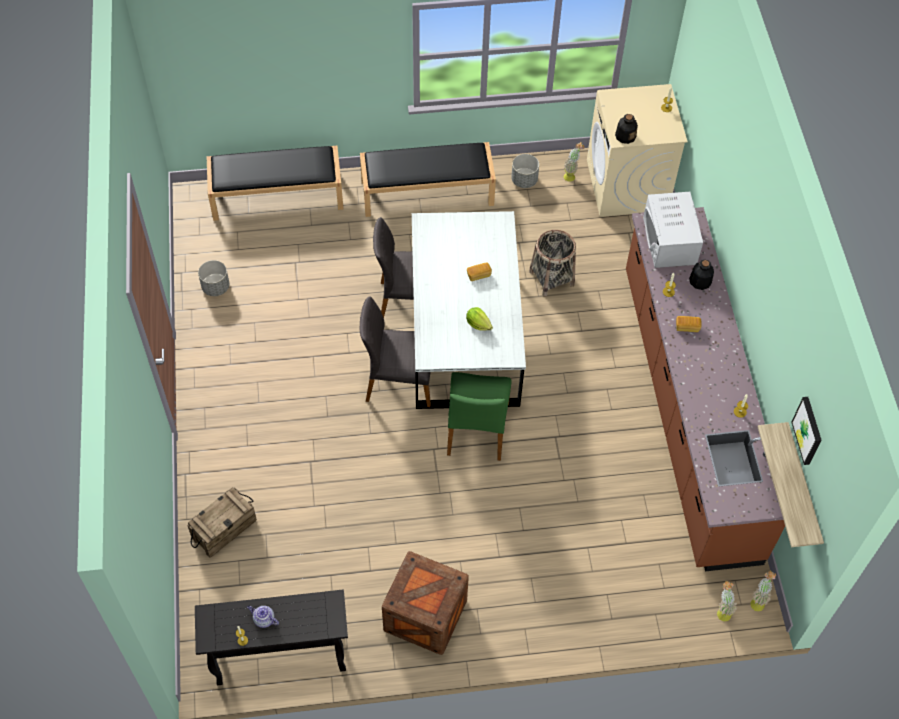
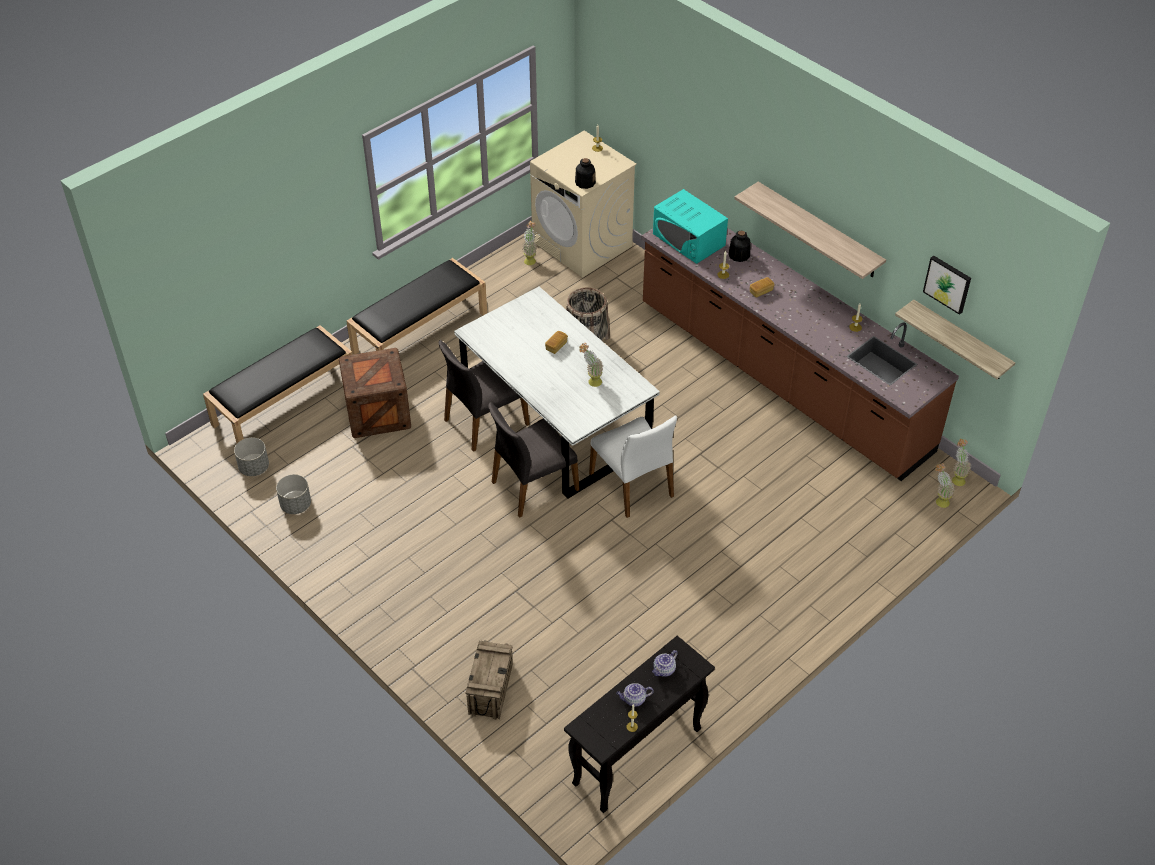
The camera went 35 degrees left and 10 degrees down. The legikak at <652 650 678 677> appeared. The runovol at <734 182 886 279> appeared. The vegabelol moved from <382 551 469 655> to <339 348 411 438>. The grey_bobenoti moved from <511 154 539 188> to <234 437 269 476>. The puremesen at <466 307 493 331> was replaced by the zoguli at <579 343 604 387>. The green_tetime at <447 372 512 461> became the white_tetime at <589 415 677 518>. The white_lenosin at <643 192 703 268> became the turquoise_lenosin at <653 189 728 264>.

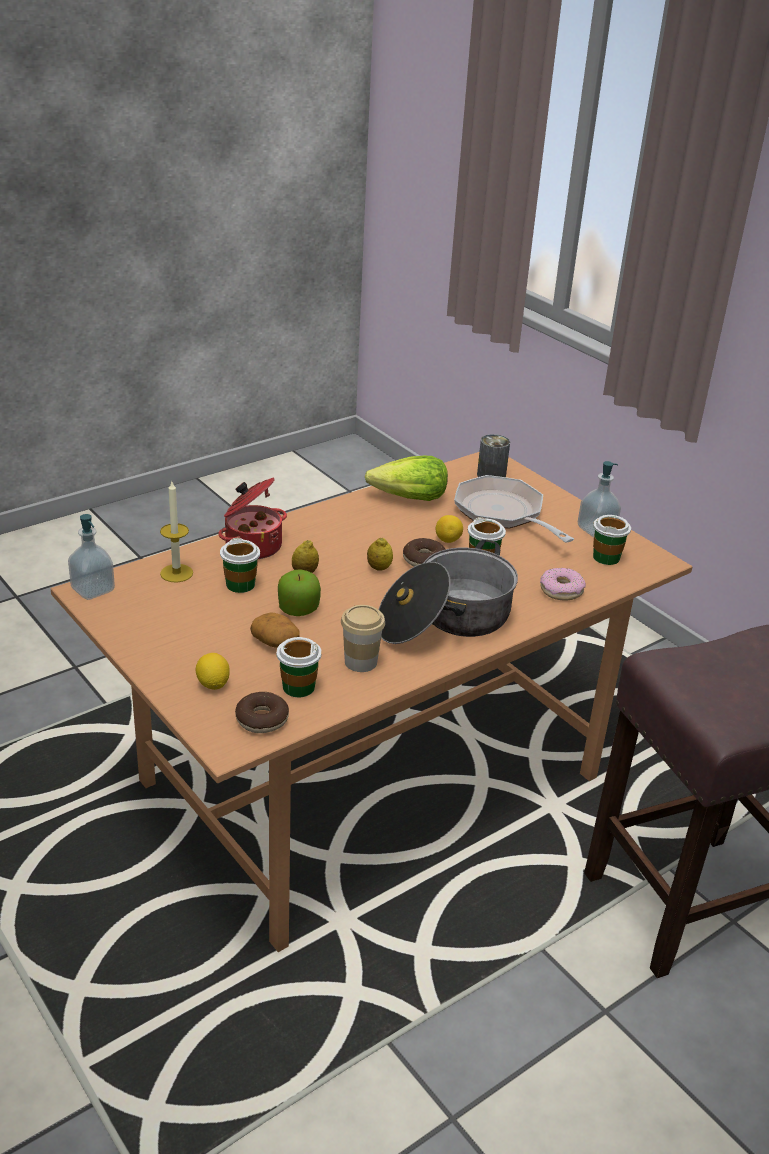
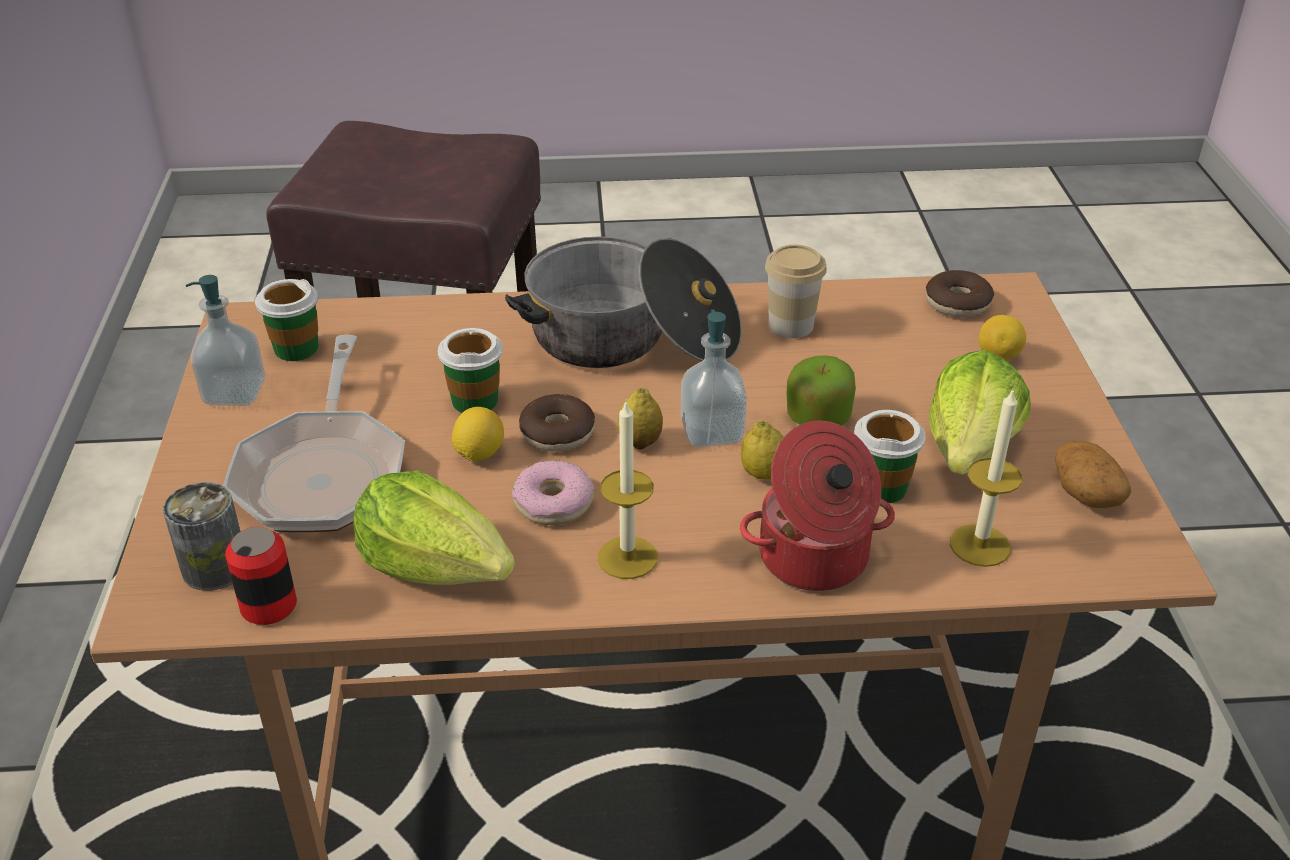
The camera went 145 degrees left and 5 degrees up. The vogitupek at <276 637 322 697> disappeared. The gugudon at <225 527 297 625> appeared. The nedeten at <598 402 658 579> appeared. The puremesen at <929 350 1031 475> appeared. The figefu moved from <68 514 115 600> to <681 309 747 447>. The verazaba moved from <250 613 300 648> to <1055 441 1131 508>. The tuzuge moved from <540 568 586 601> to <512 460 594 525>.

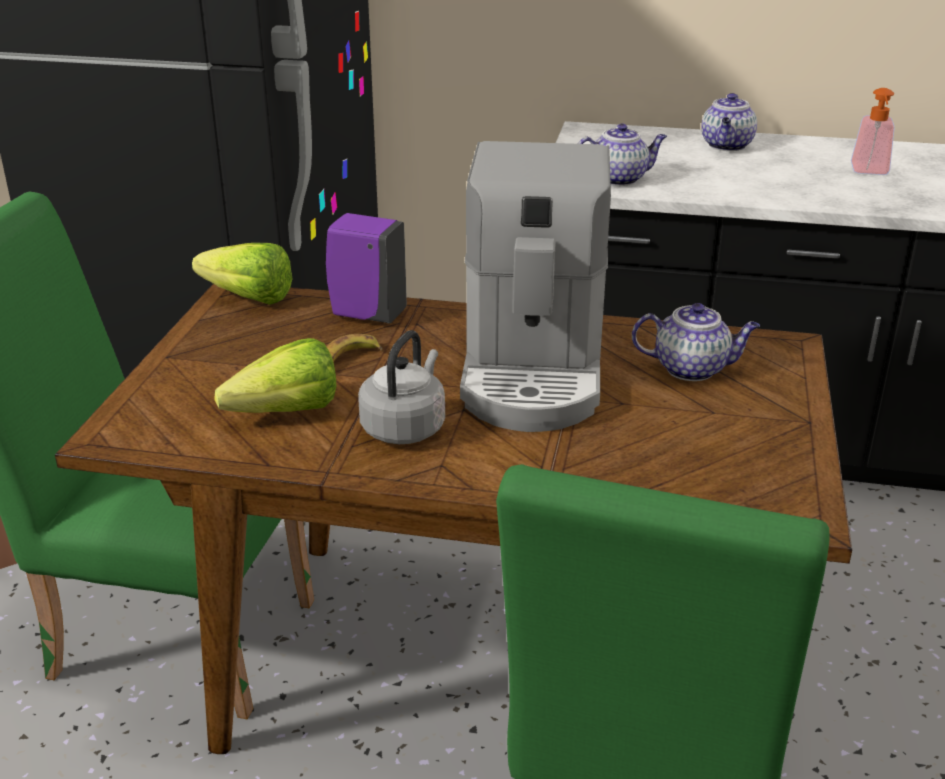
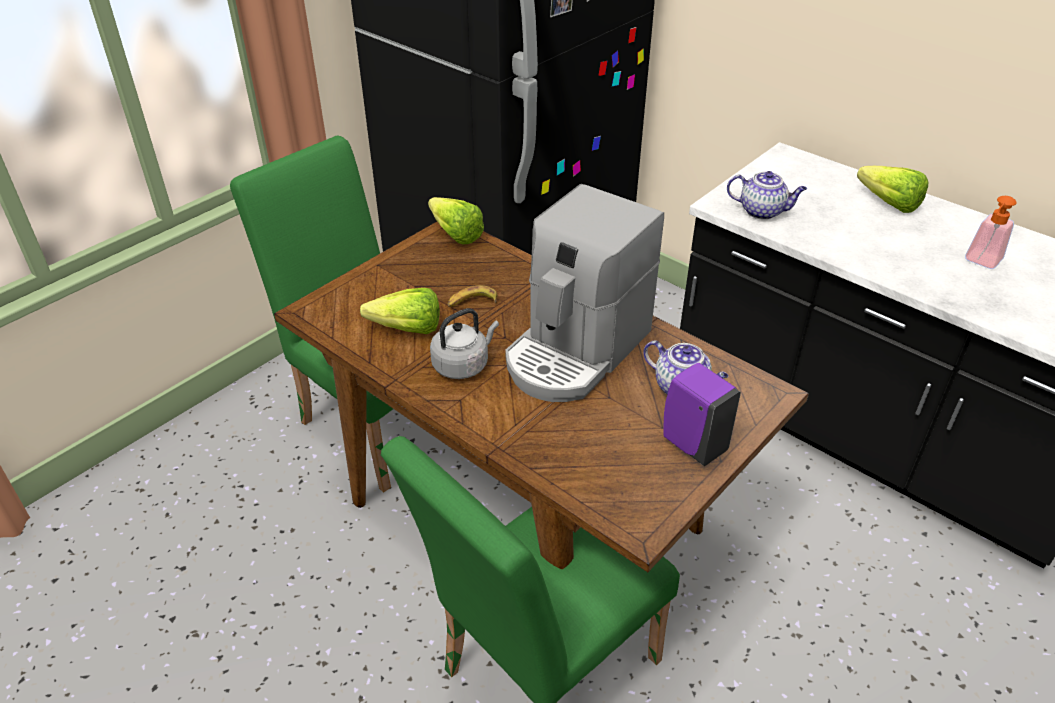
The camera went 30 degrees right and 10 degrees up. The purple_figefu moved from <326 213 407 324> to <664 363 741 466>. The legikak at <701 93 757 151> was replaced by the puremesen at <857 166 928 213>.

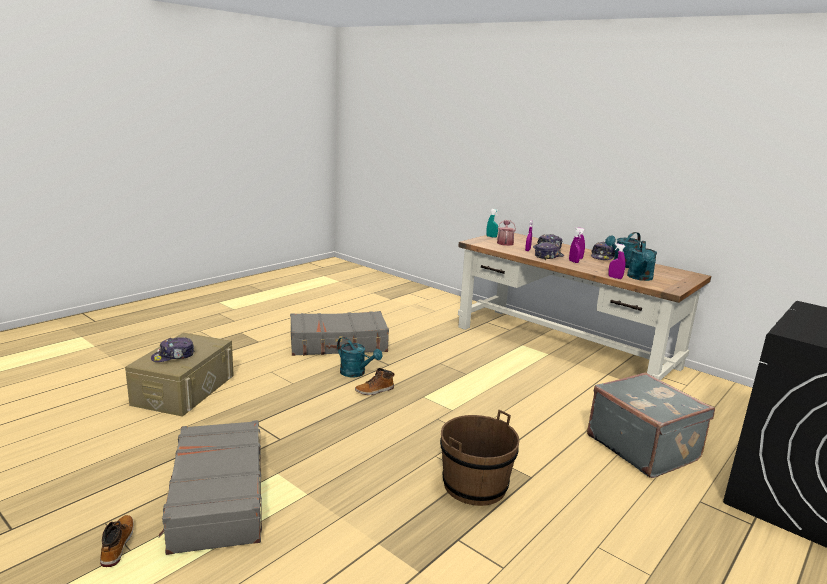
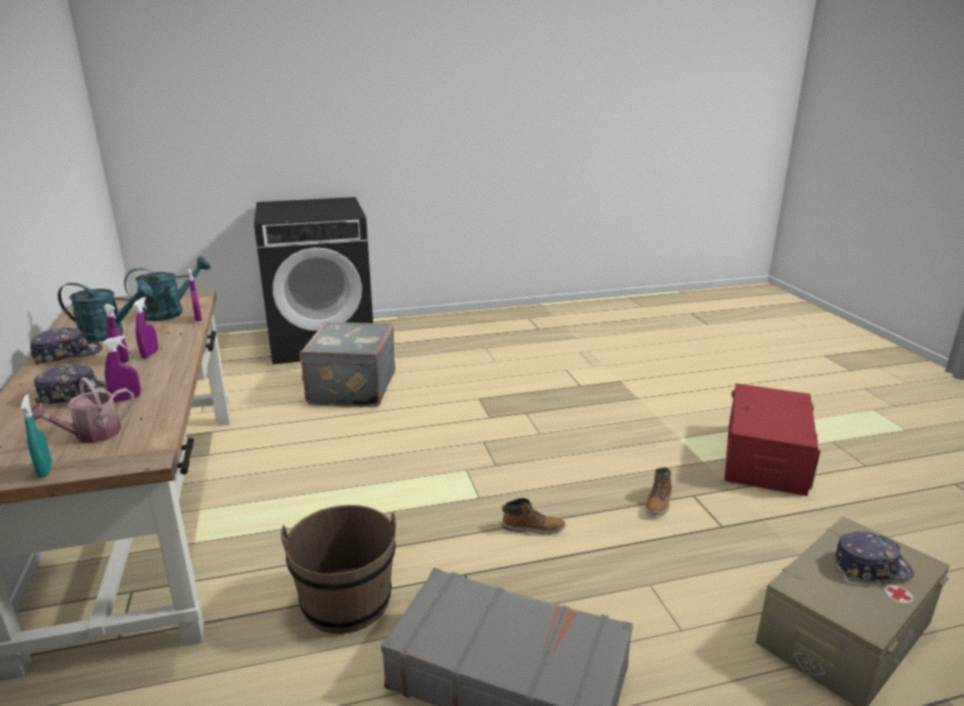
The camera went 145 degrees left and 5 degrees up. The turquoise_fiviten at <337 337 382 377> disappeared. The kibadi at <535 242 564 260> disappeared. The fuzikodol moved from <100 515 134 567> to <645 467 672 515>. The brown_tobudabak moved from <440 410 519 506> to <281 505 396 634>. The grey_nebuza at <159 420 262 555> was replaced by the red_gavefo at <724 383 820 496>.

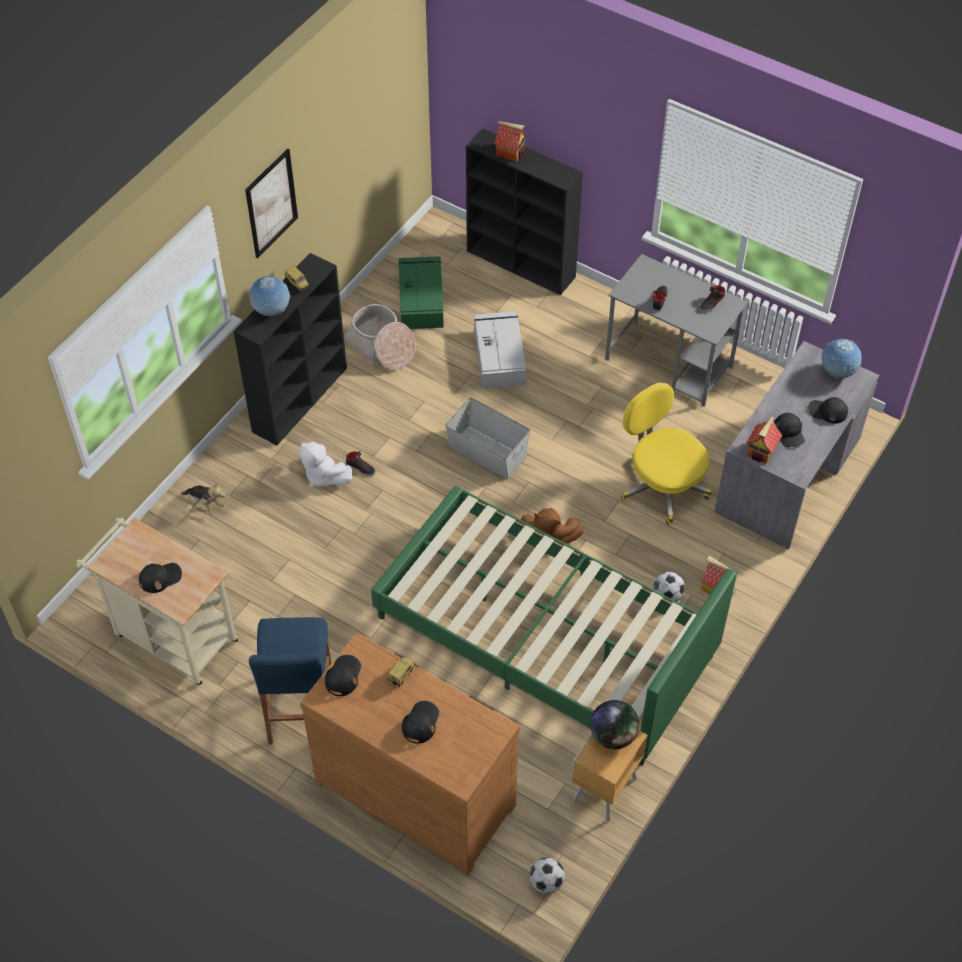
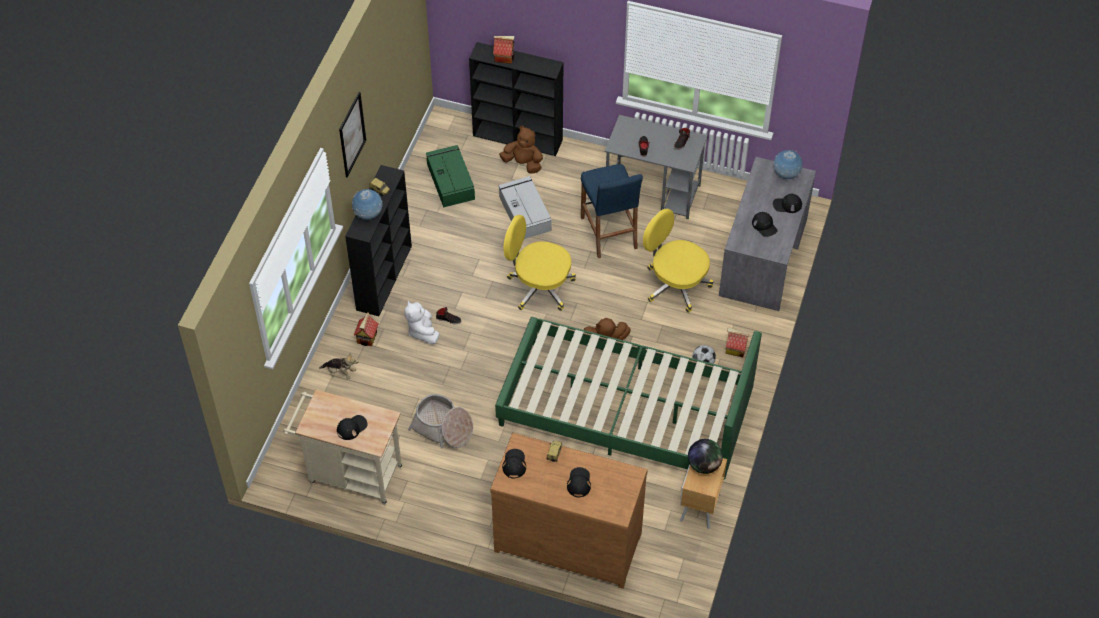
The camera went 15 degrees left and 0 degrees up. The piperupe at <529 857 565 894> disappeared. The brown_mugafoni at <499 126 543 174> appeared. The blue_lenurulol moved from <249 617 332 745> to <581 164 643 258>. The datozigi moved from <344 304 416 370> to <408 394 473 448>. The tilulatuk moved from <746 416 782 464> to <354 312 379 346>. The grey_gavefo at <446 398 530 479> was replaced by the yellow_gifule at <504 215 576 311>. The white_mugafoni at <299 441 352 487> turned 45 degrees clockwise.

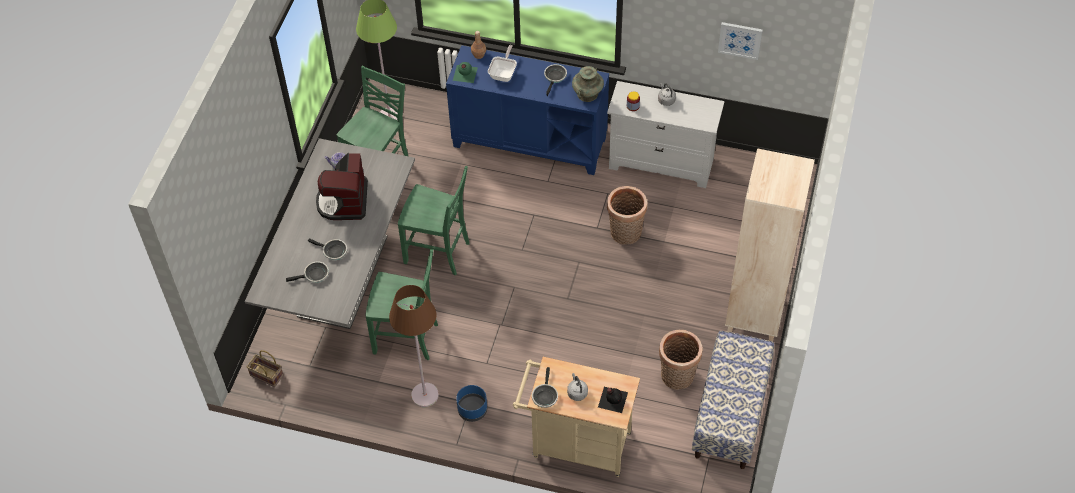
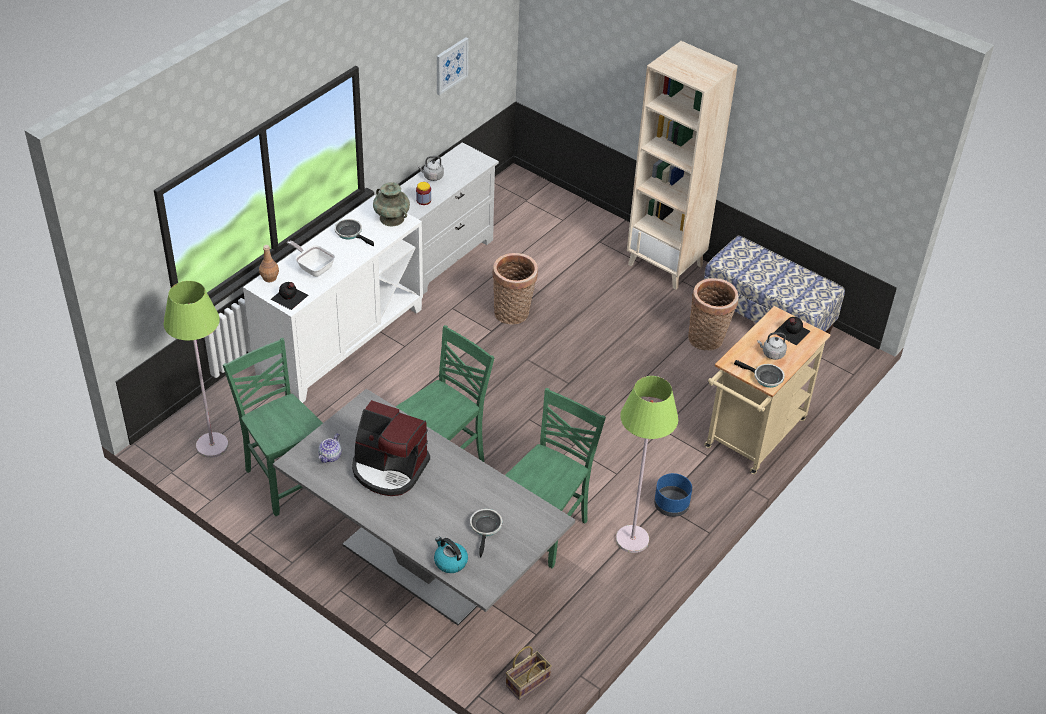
The camera went 70 degrees left and 10 degrees down. The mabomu at <308 239 347 260> disappeared. The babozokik at <434 537 468 573> appeared. The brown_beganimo at <389 285 439 407> became the green_beganimo at <616 376 678 553>. The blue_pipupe at <446 45 609 175> became the white_pipupe at <243 195 423 403>. The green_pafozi at <453 62 478 83> became the black_pafozi at <270 282 308 310>.

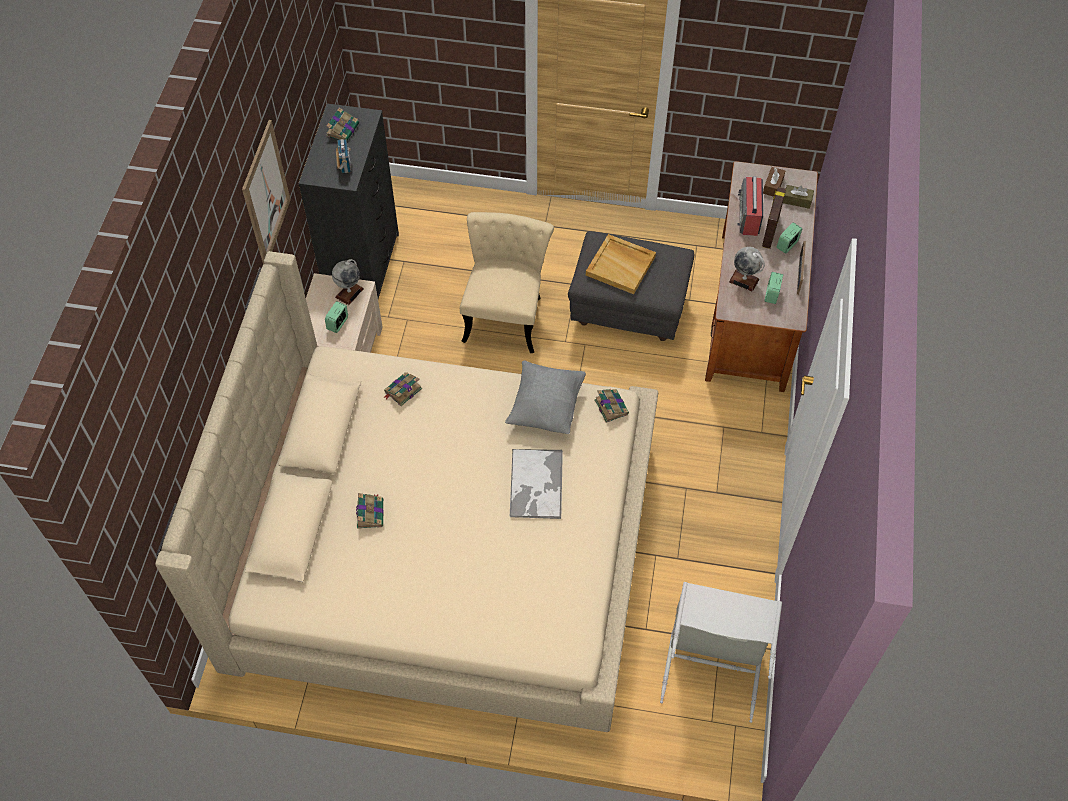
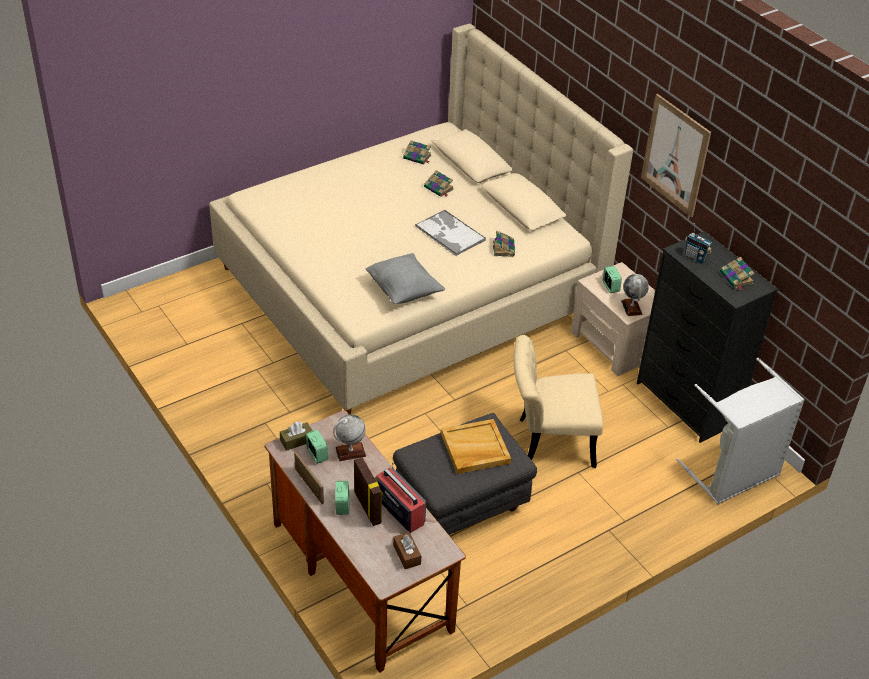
The camera went 135 degrees right and 15 degrees down. The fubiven moved from <510 449 563 519> to <415 209 486 256>. The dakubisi moved from <594 389 629 423> to <403 140 431 165>. The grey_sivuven moved from <660 582 782 723> to <676 358 805 504>. The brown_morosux moved from <783 185 814 209> to <280 422 312 451>. The beige_tetime at <460 212 554 353> turned 120 degrees clockwise.

